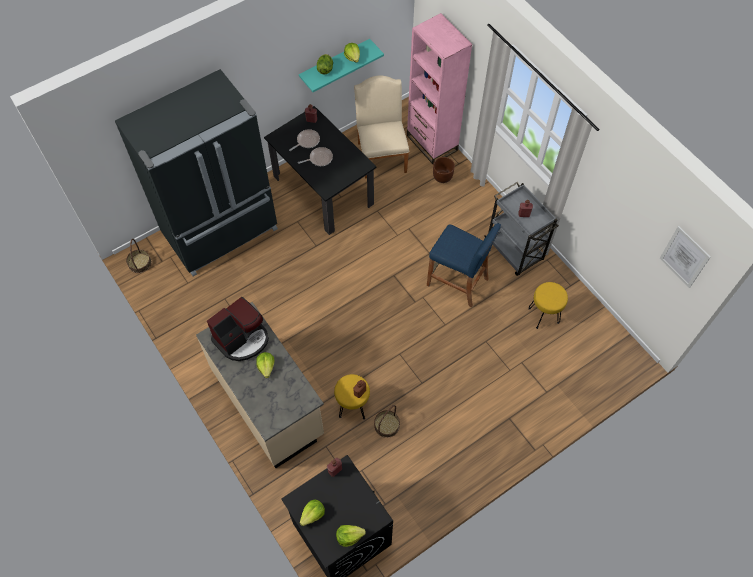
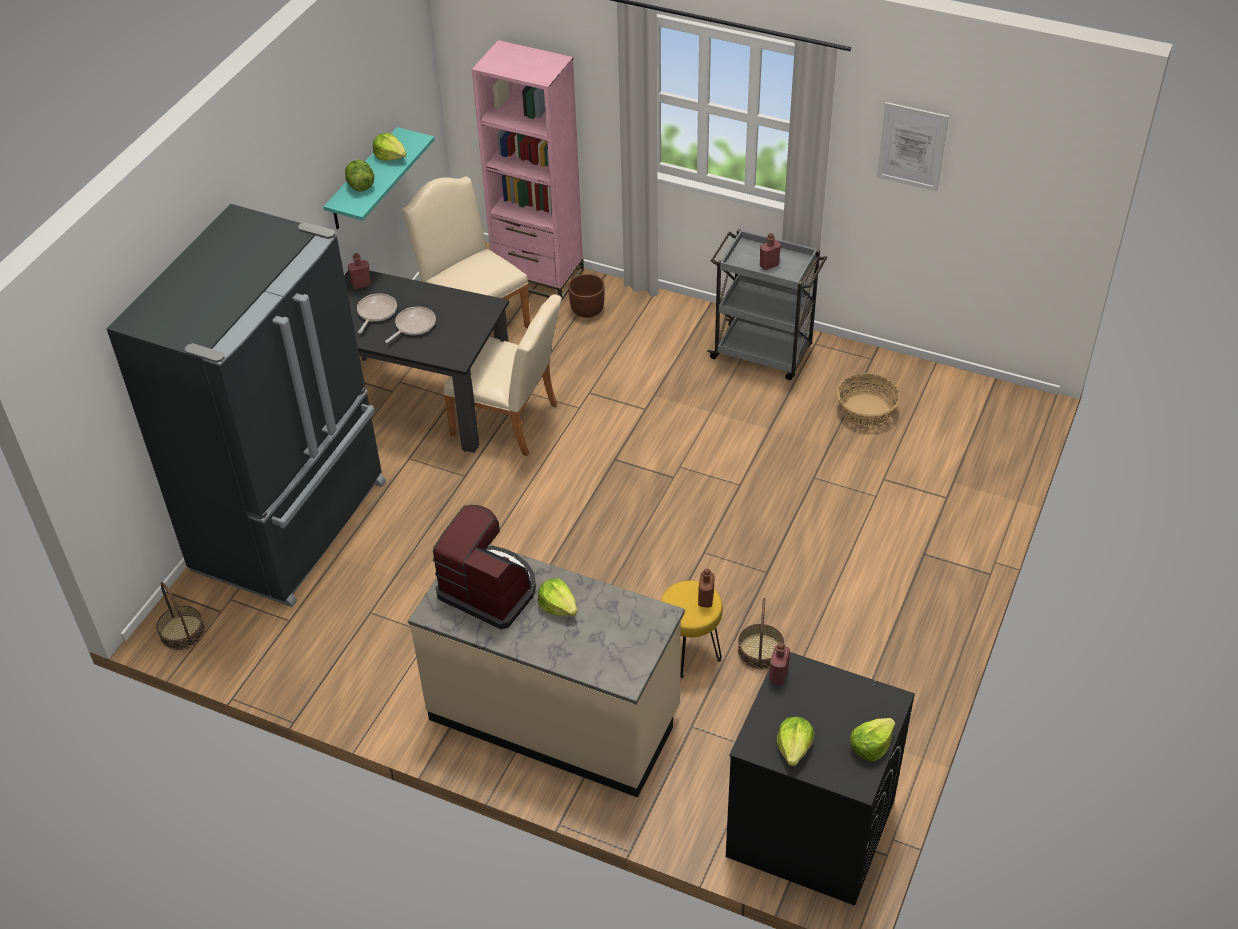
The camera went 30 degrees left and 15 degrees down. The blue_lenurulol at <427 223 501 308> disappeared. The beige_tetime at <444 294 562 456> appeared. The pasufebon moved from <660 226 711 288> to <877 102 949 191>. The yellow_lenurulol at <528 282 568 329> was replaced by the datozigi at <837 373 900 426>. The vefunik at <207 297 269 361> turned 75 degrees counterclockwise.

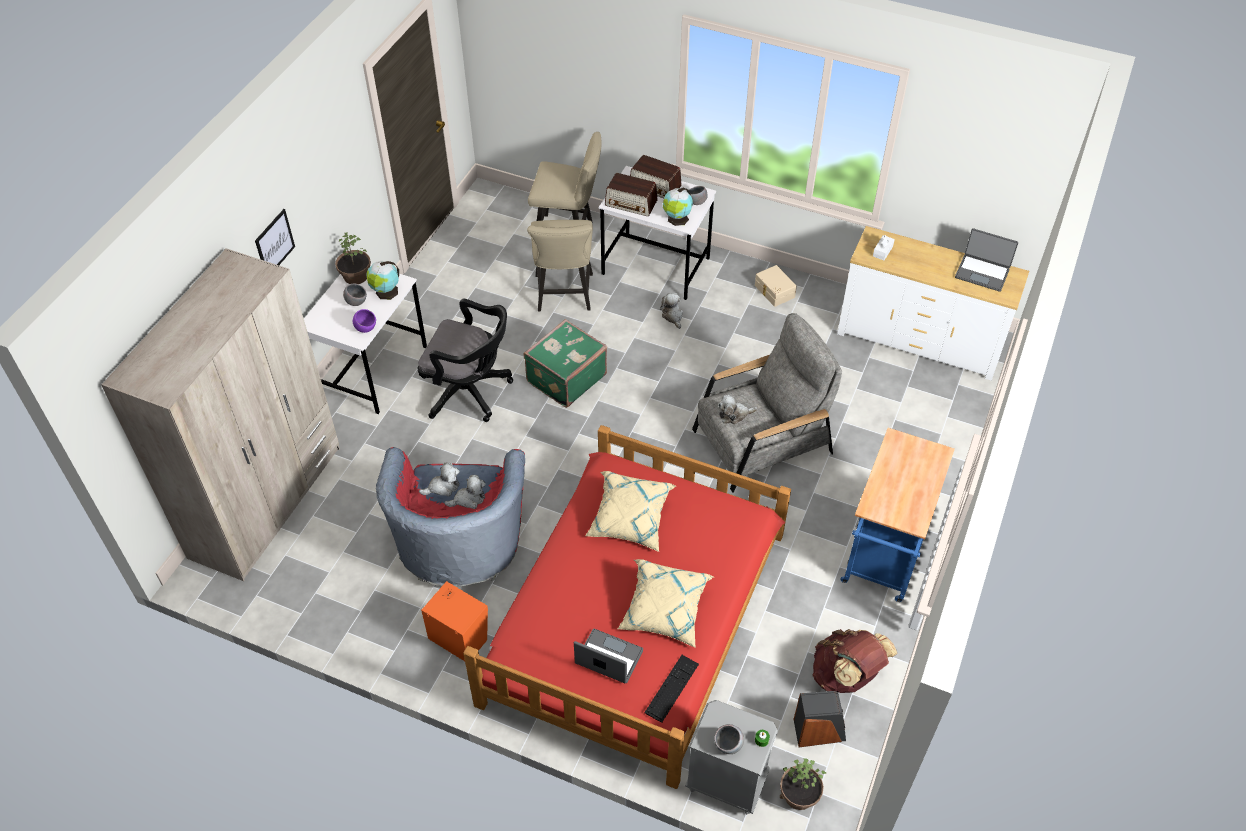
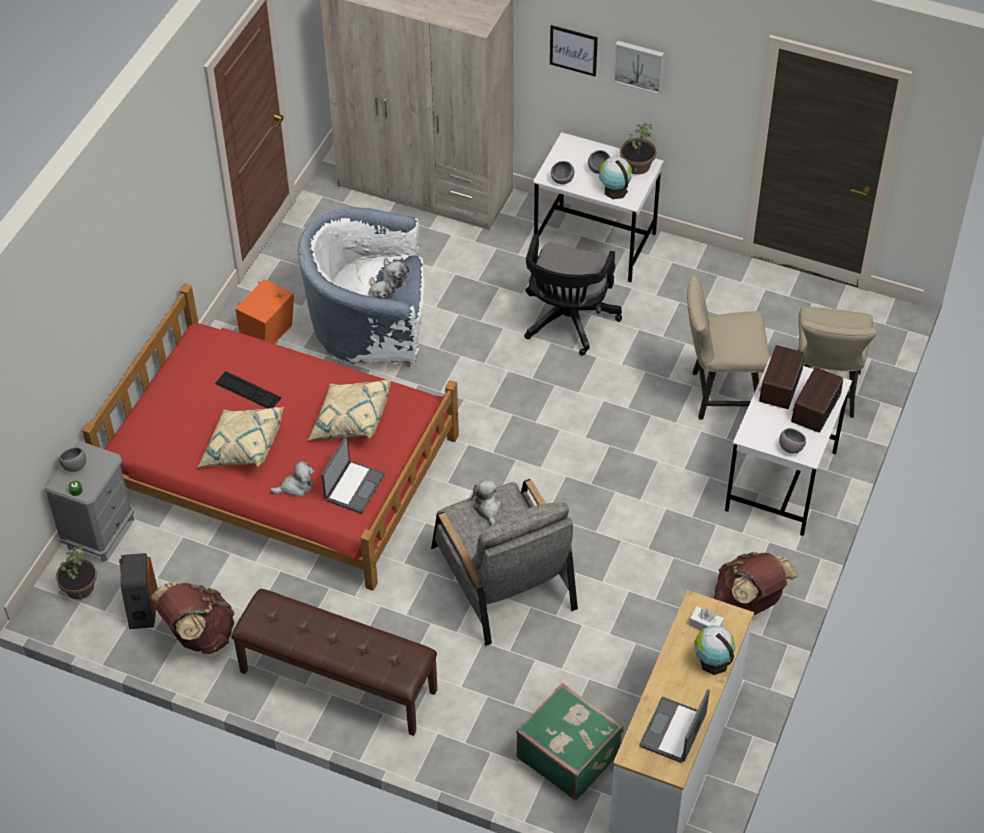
The camera went 90 degrees right and 0 degrees up. The pasufebon at <613 41 664 94> appeared. The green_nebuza moved from <524 319 607 408> to <516 683 624 800>. The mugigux moved from <574 628 643 684> to <321 436 385 513>. The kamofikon moved from <644 655 699 723> to <215 371 281 408>. The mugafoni moved from <660 293 683 329> to <270 461 314 497>. The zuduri moved from <663 188 693 226> to <694 625 735 675>. The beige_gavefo at <755 265 797 307> was replaced by the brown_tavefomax at <714 552 798 615>. The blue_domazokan at <840 428 955 602> was replaced by the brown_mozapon at <231 589 437 736>. The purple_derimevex at <353 309 376 333> became the grey_derimevex at <551 161 574 184>. The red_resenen at <376 447 525 587> became the white_resenen at <298 207 425 367>.

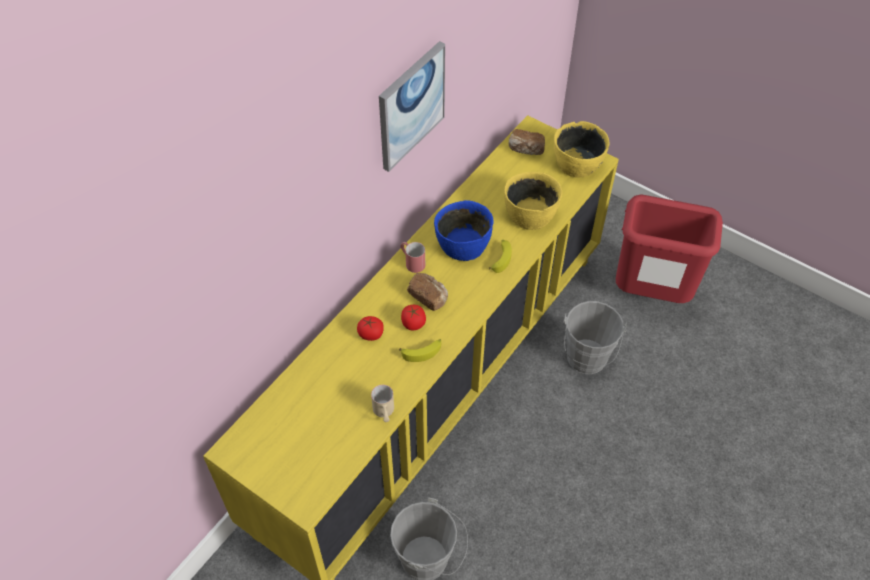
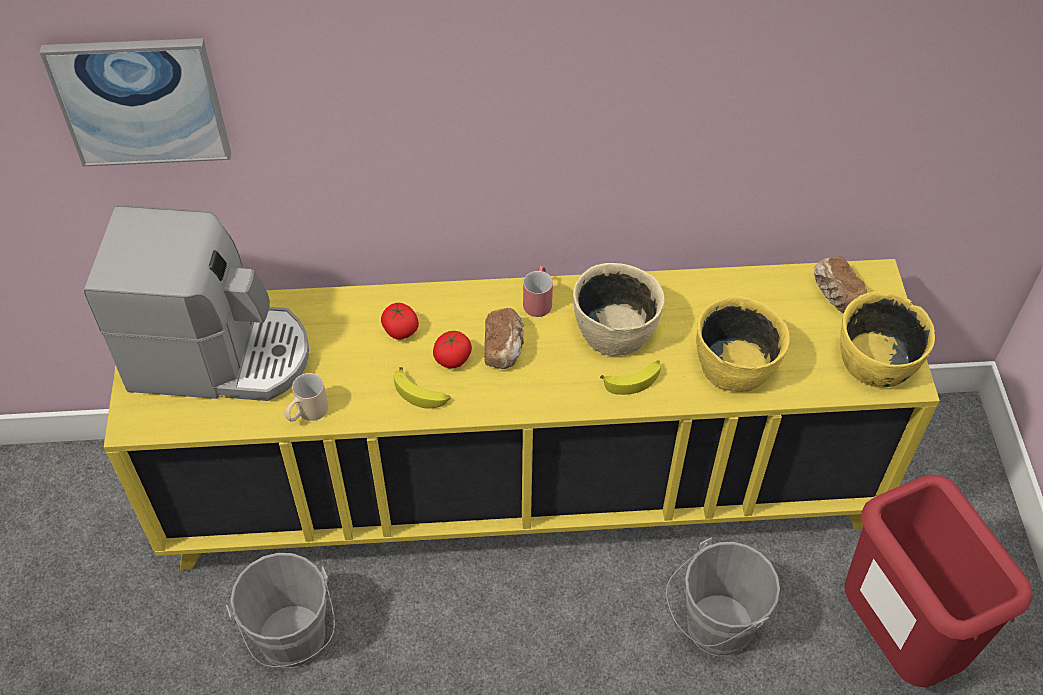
The camera went 50 degrees right and 0 degrees up. The vefunik at <84 205 309 401> appeared. The pasufebon moved from <379 41 445 172> to <40 38 231 167>. The blue_derimevex at <434 200 494 261> became the beige_derimevex at <573 263 665 356>.

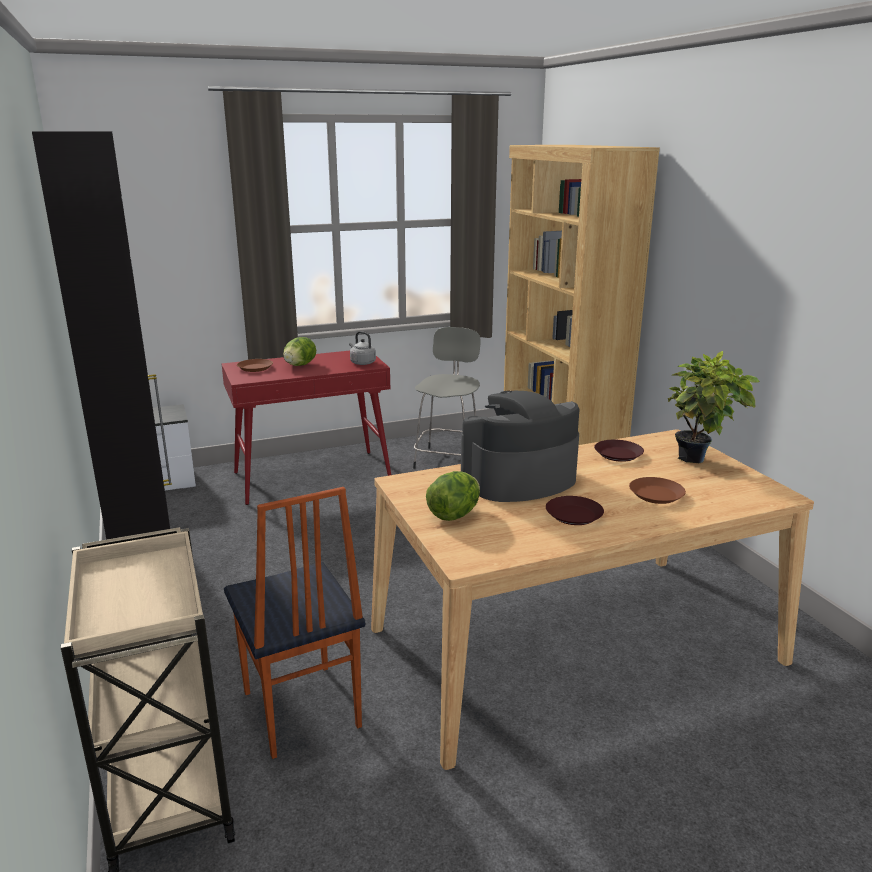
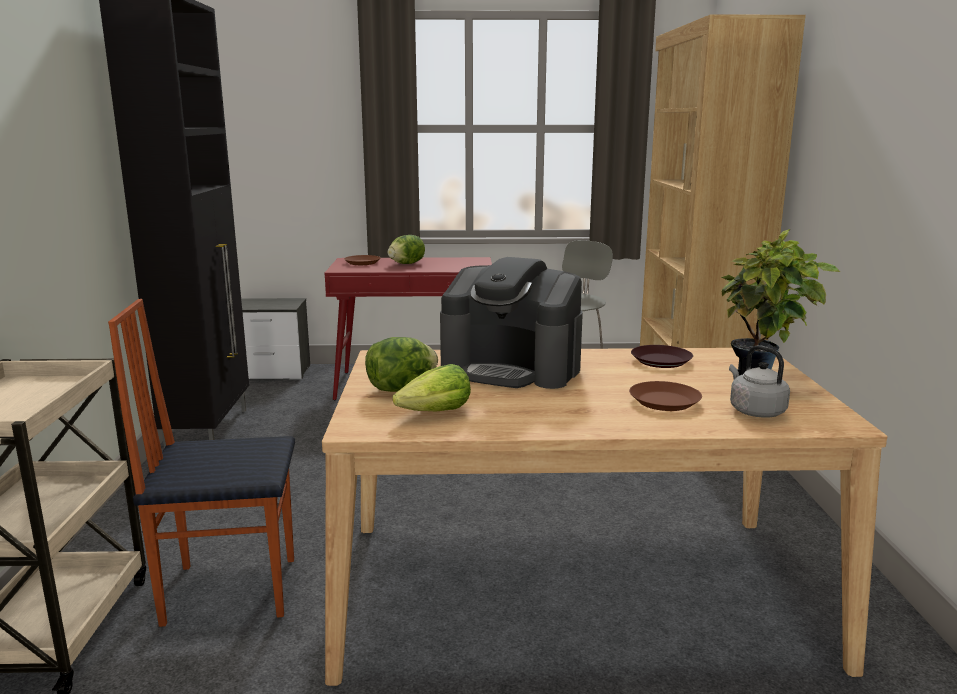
The camera went 20 degrees right and 5 degrees down. The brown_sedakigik at <546 496 604 525> disappeared. The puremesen at <392 364 471 411> appeared. The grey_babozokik moved from <349 331 376 365> to <729 345 790 418>. The tetime at <224 487 365 759> turned 90 degrees clockwise. The vefunik at <461 390 579 502> turned 150 degrees counterclockwise.

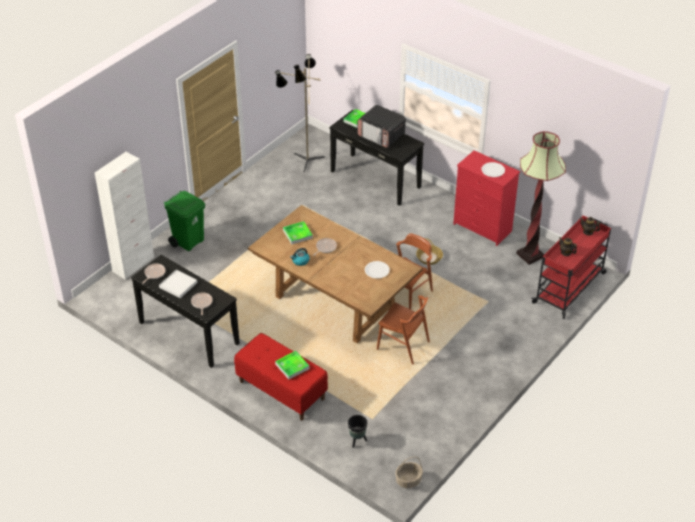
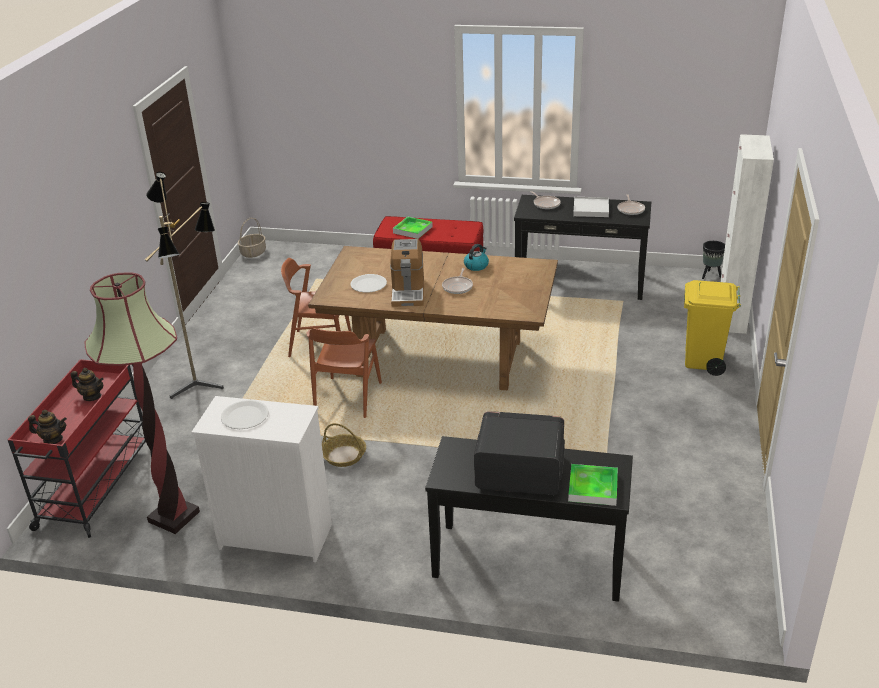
The camera went 155 degrees right and 10 degrees down. The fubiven at <283 221 313 245> disappeared. The vefunik at <390 239 424 307> appeared. The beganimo moved from <275 54 325 172> to <145 172 224 399>. The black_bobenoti moved from <348 415 367 448> to <702 241 725 279>. The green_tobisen at <164 191 205 251> became the yellow_tobisen at <684 280 741 376>. The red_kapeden at <453 150 520 246> became the white_kapeden at <192 396 332 562>.

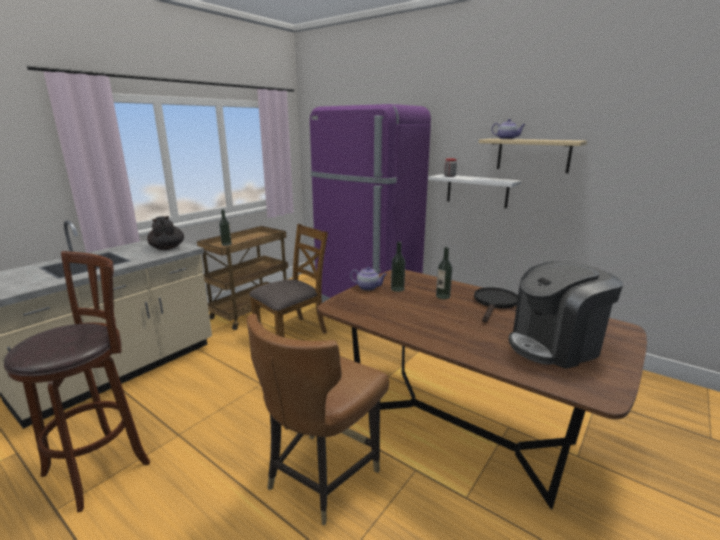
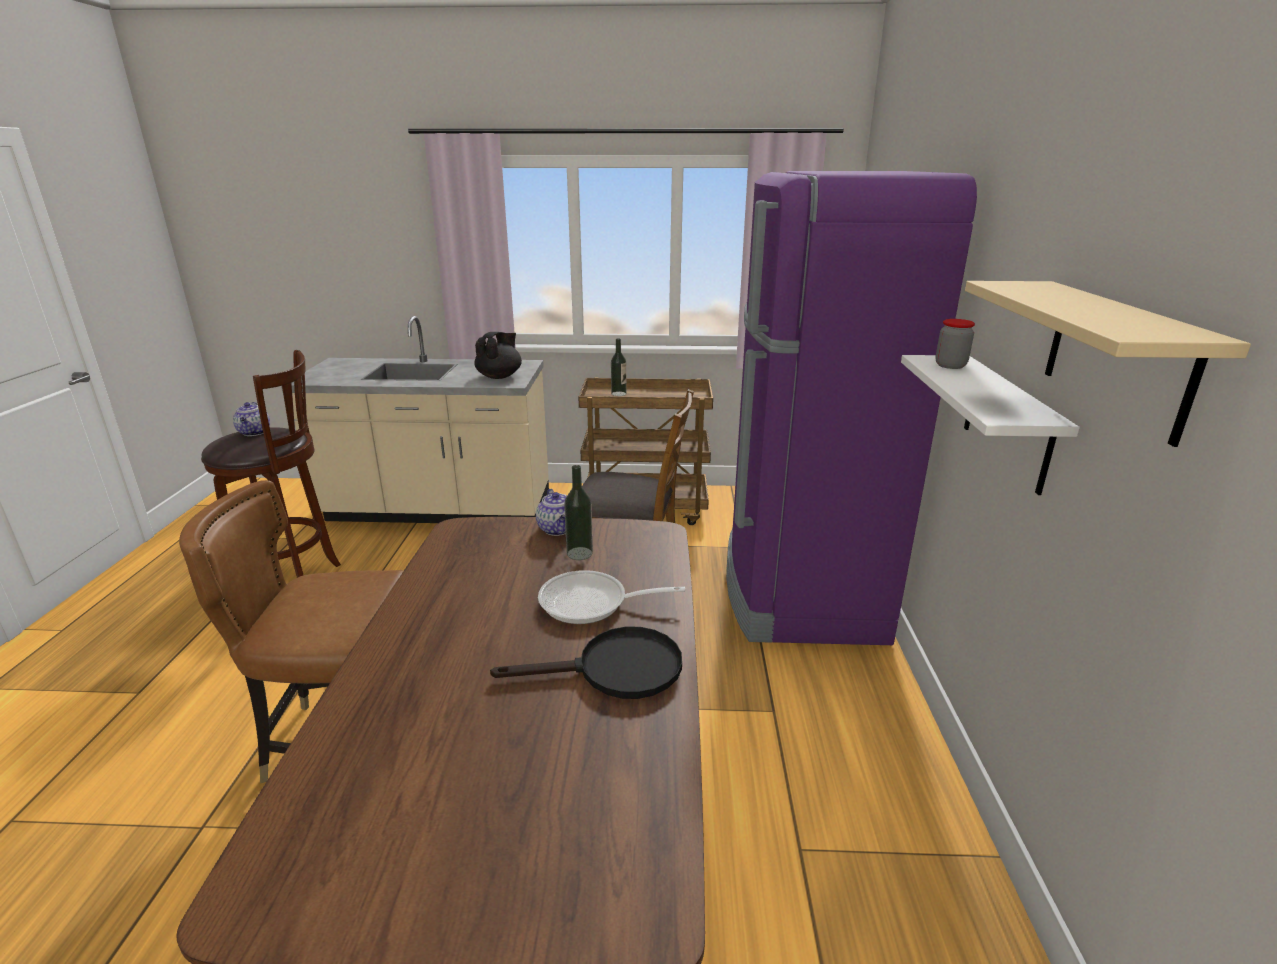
The camera went 55 degrees right and 5 degrees up. The vefunik at <509 261 623 369> disappeared. The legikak moved from <491 119 526 139> to <233 402 270 436>. The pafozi at <436 247 453 299> was replaced by the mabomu at <538 570 685 624>.

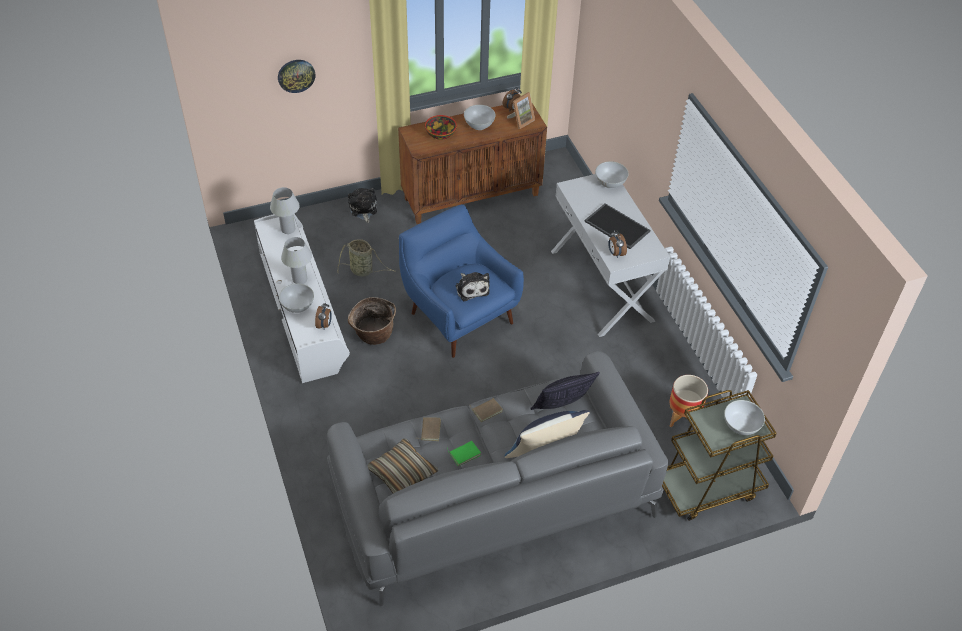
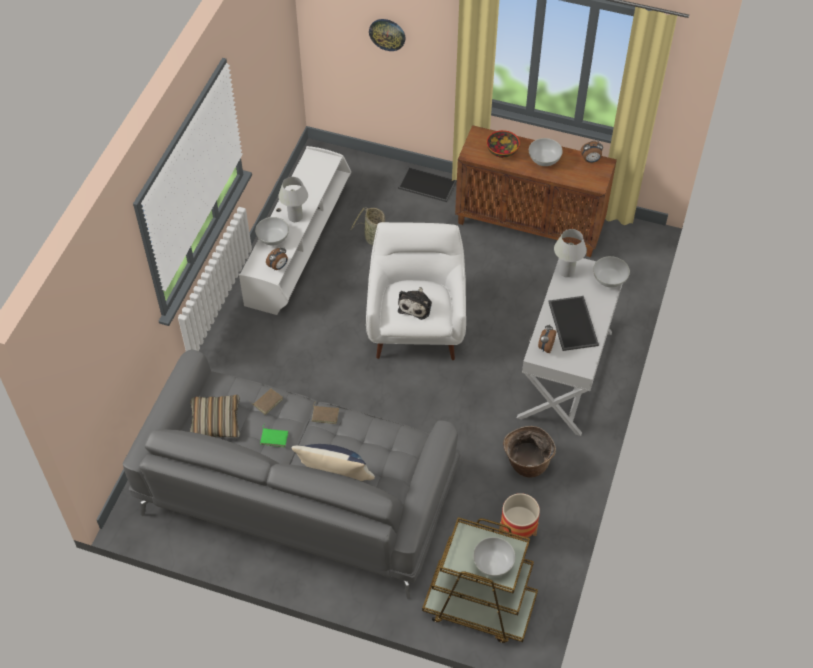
The camera went 40 degrees right and 5 degrees up. The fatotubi at <507 92 535 129> disappeared. The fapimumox at <530 372 600 410> disappeared. The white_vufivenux moved from <270 187 300 234> to <554 229 587 277>. The datozigi moved from <348 297 396 345> to <503 426 556 478>. The mugafoni at <348 188 377 223> was replaced by the fubiven at <398 167 457 202>. The blue_resenen at <399 205 524 358> became the white_resenen at <366 222 466 360>.

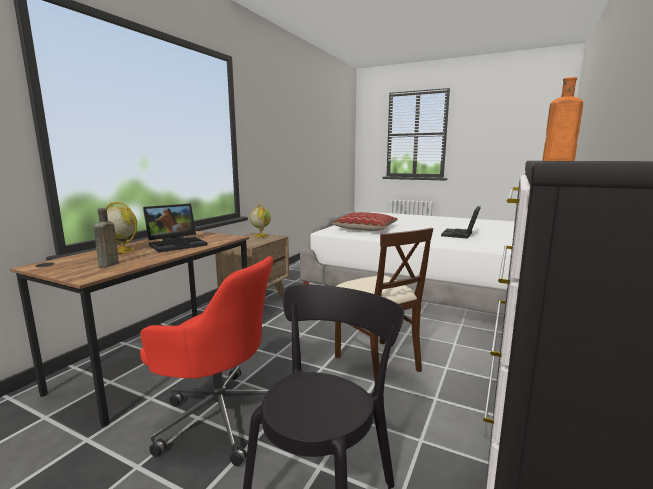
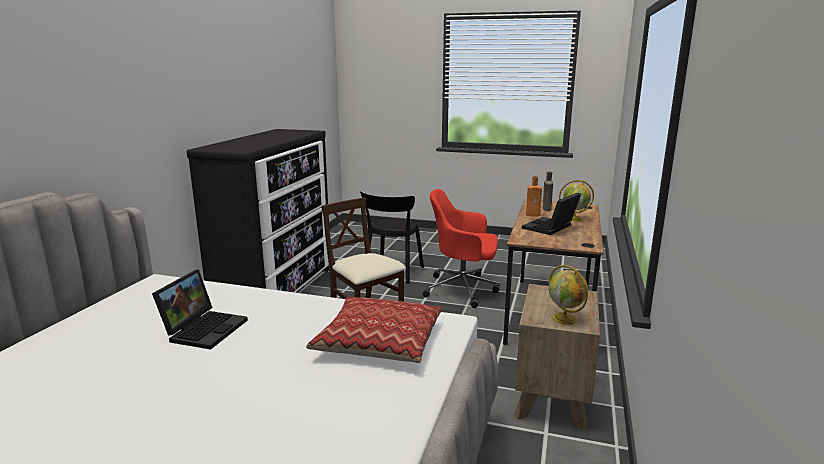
The camera went 170 degrees right and 5 degrees up. The orange_pafozi moved from <542 77 583 161> to <526 176 542 216>.

